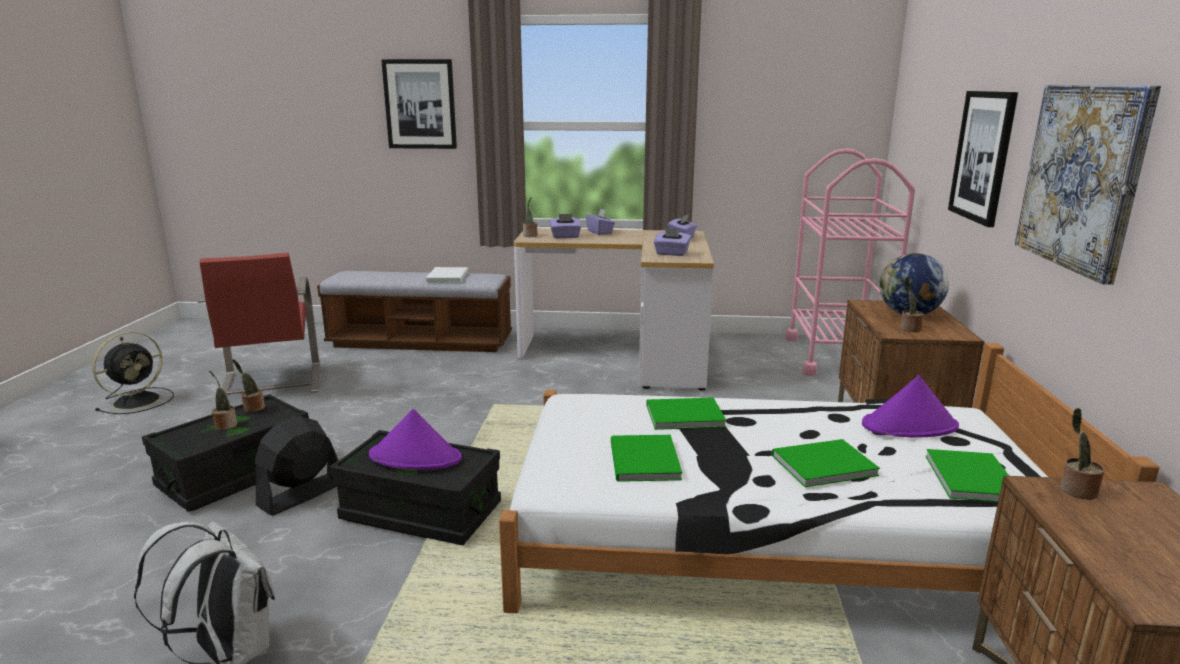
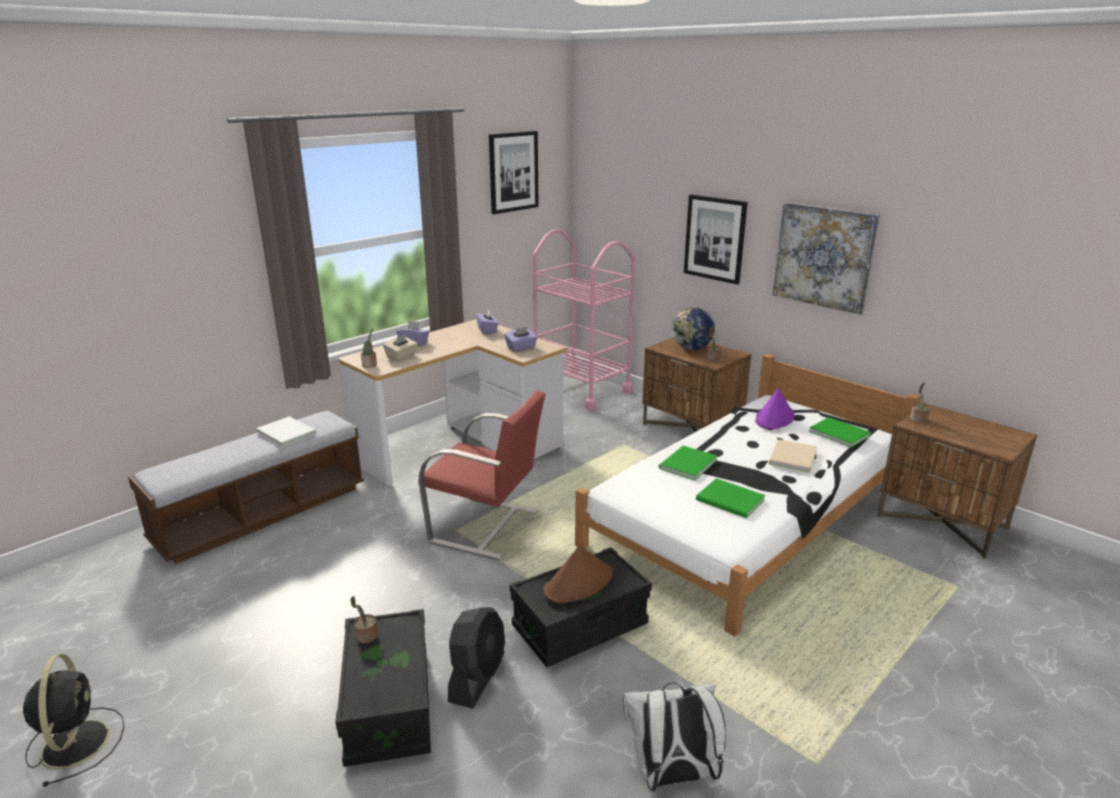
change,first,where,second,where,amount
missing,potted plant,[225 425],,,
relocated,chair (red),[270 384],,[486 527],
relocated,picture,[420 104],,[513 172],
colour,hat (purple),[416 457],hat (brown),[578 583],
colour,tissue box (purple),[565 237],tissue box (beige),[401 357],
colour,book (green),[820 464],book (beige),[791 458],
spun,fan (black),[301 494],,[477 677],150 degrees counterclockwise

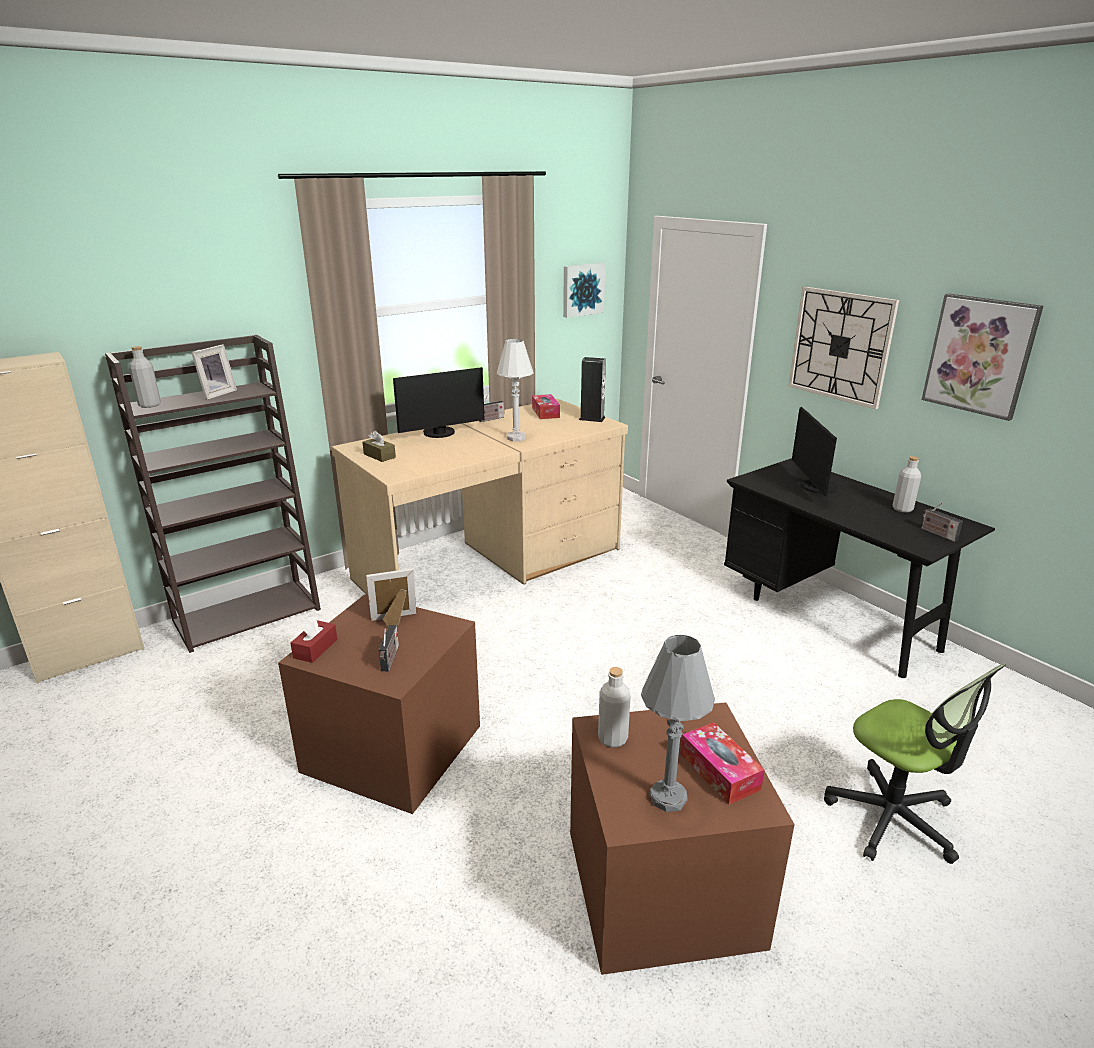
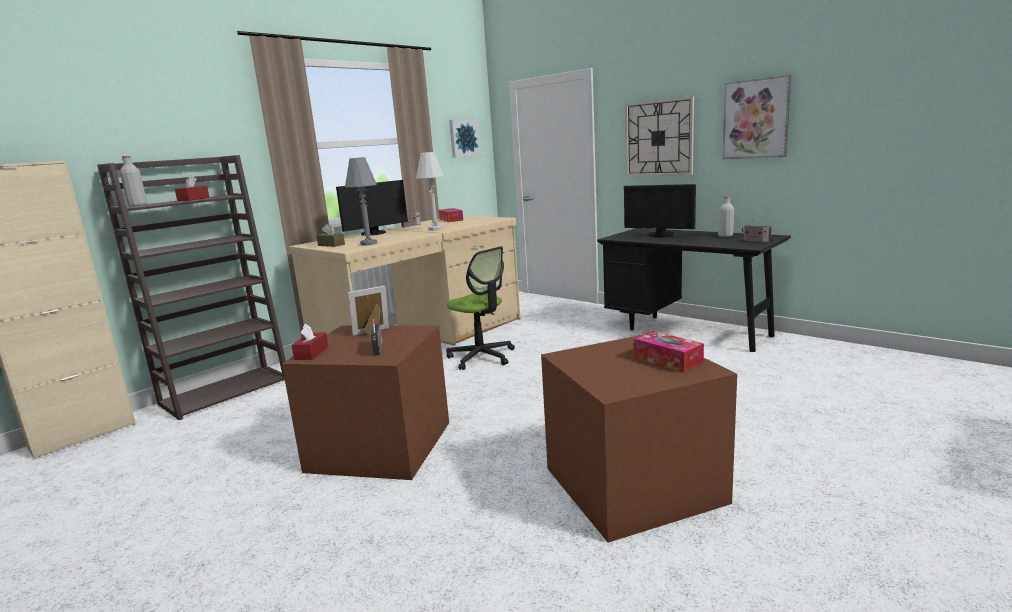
change,first,where,second,where,amount
missing,speaker,[592 418],,,
missing,bottle (grey),[612 739],,,
relocated,table lamp (grey),[668 797],,[368 244],
relocated,office chair,[892 818],,[481 357],
exchanged,picture frame,[216 394],tissue box (red),[193 199],
spun,monitor,[814 487],,[660 235],45 degrees counterclockwise

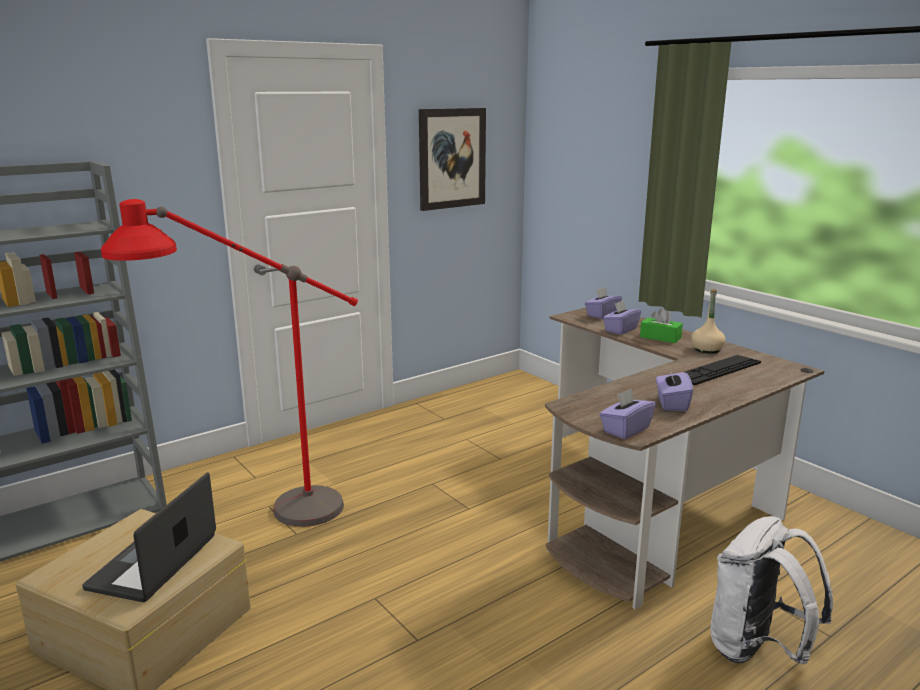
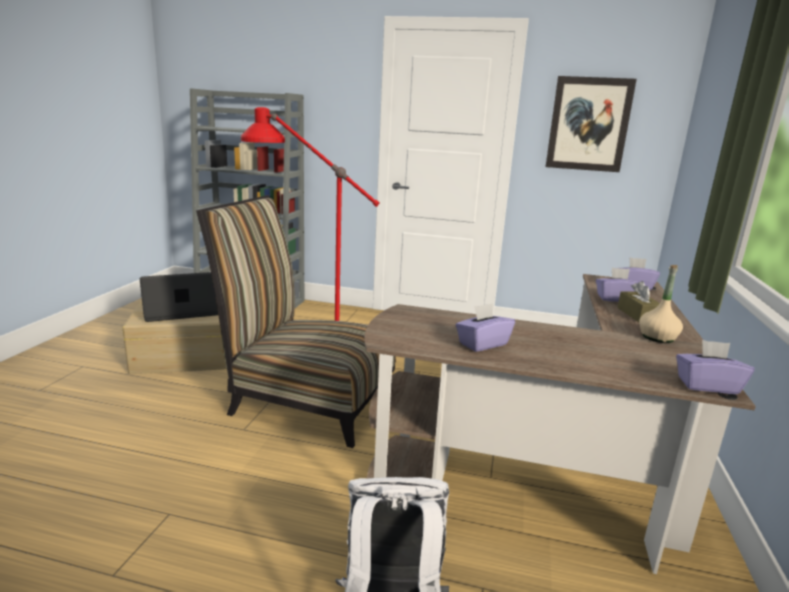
change,first,where,second,where,amount
missing,keyboard,[717 369],,,
appeared,,,chair,[305 399],
relocated,tissue box (purple),[625 429],,[707 385],
colour,tissue box (green),[660 337],tissue box (brown),[637 315],

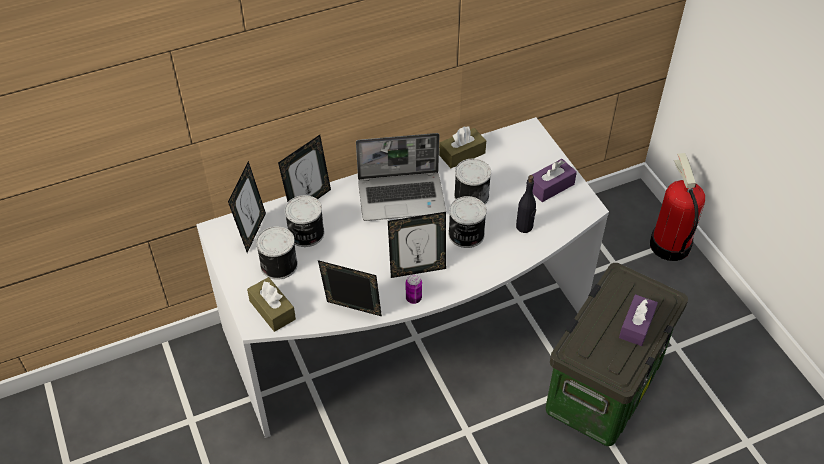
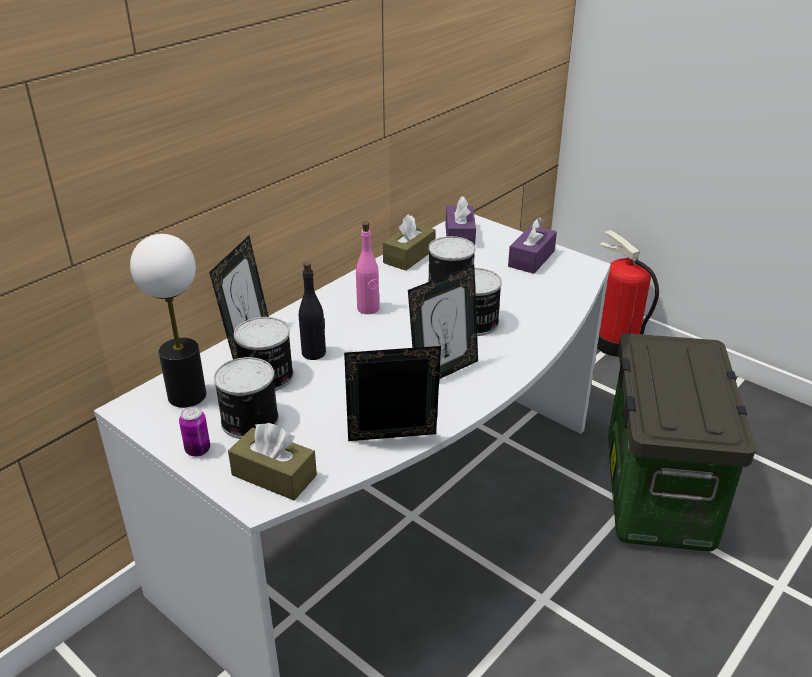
change,first,where,second,where,amount
relocated,can,[413 298],,[198 450],
relocated,bottle (black),[524 227],,[314 353],
relocated,tissue box (purple),[636 325],,[459 236],
exchanged,picture frame,[252 232],table lamp,[186 395],
exchanged,laptop,[402 196],bottle (pink),[368 309],

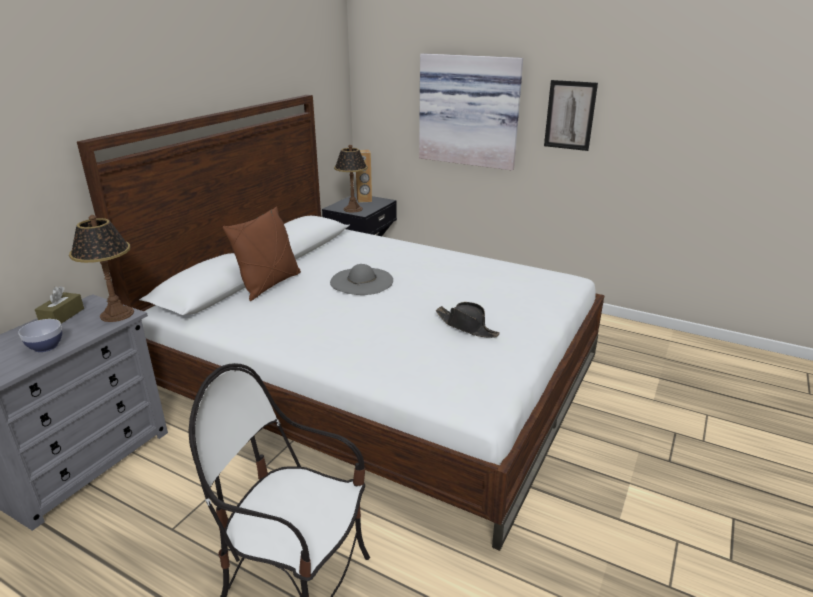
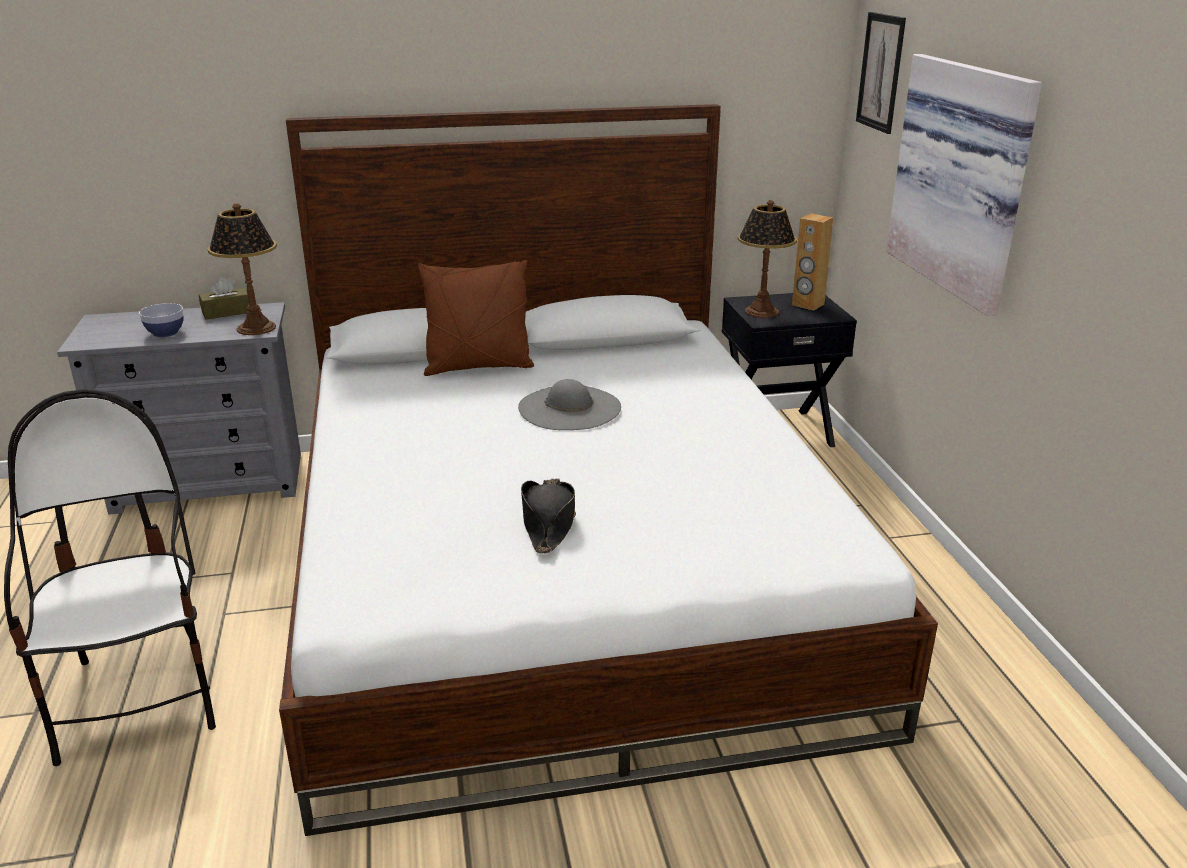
change,first,where,second,where,amount
relocated,picture,[570 115],,[880 72],

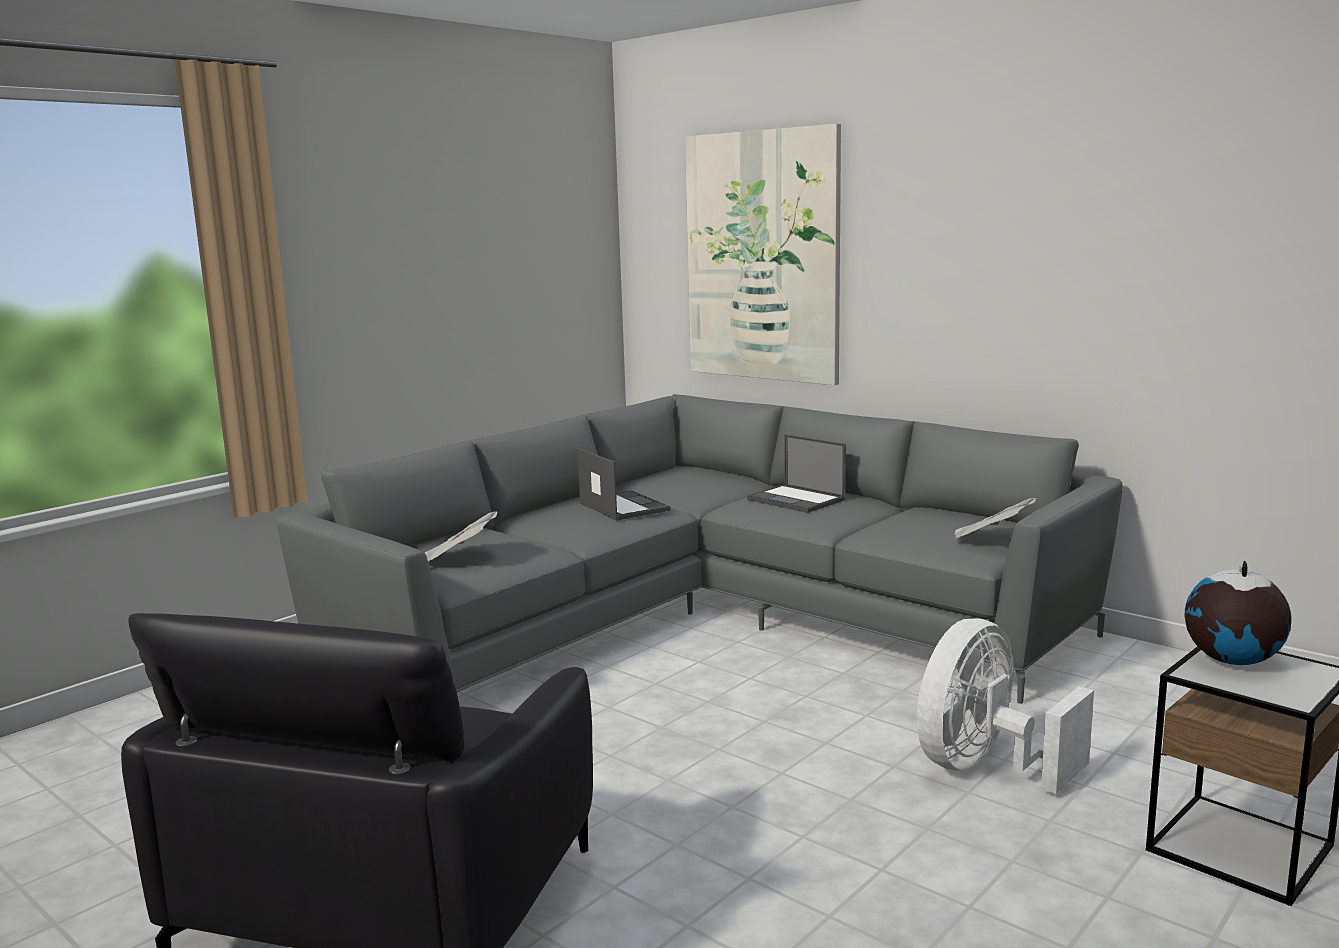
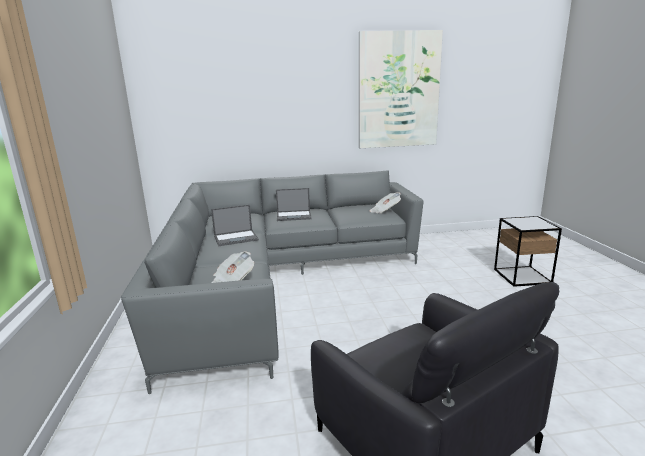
change,first,where,second,where,amount
missing,fan (white),[985 767],,,
missing,globe,[1231 661],,,
relocated,picture,[762 257],,[399 90],
spun,laptop,[623 506],,[236 238],150 degrees clockwise

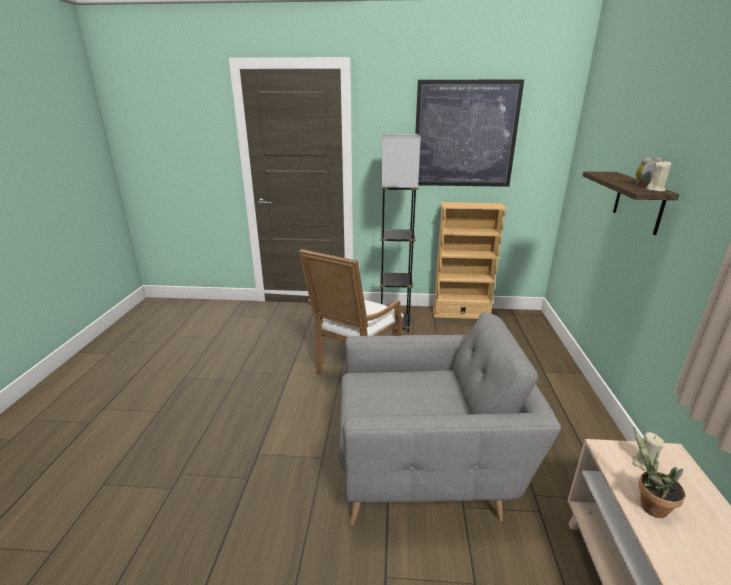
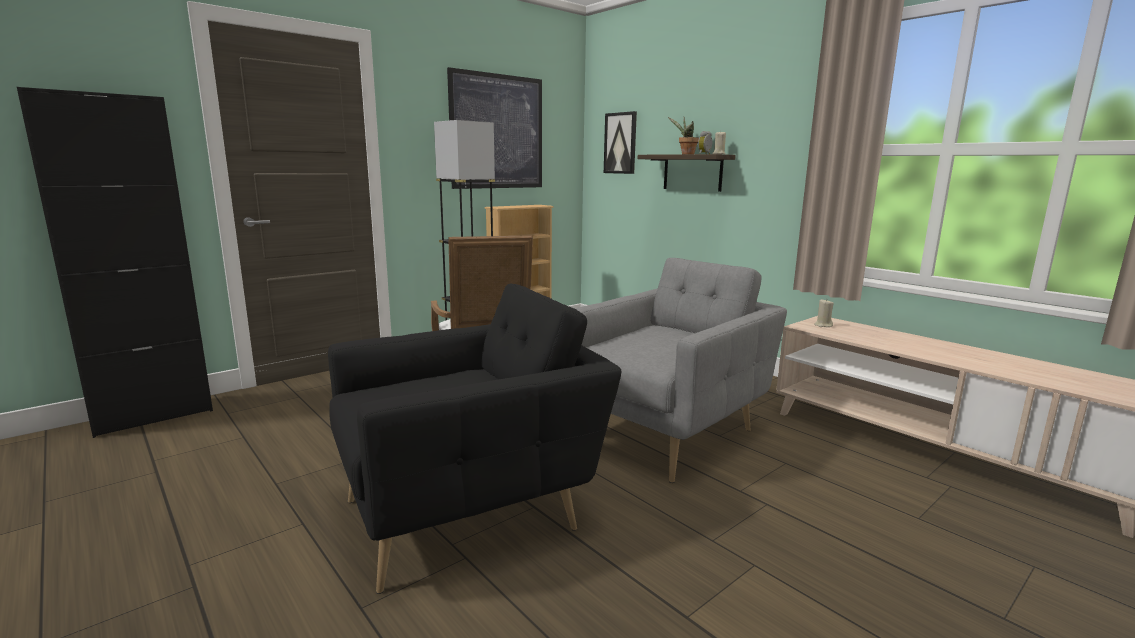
change,first,where,second,where,amount
appeared,,,cabinet (black),[153 416],
appeared,,,armchair (black),[470 512],
appeared,,,picture,[620 143],
relocated,potted plant,[649 505],,[685 154],

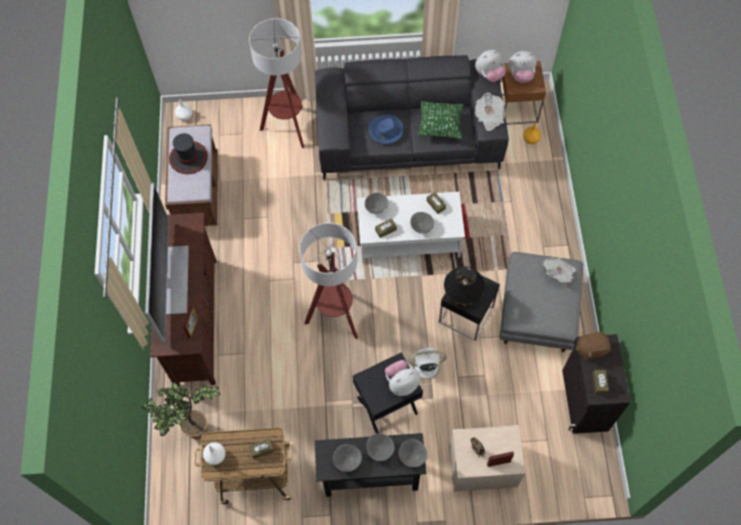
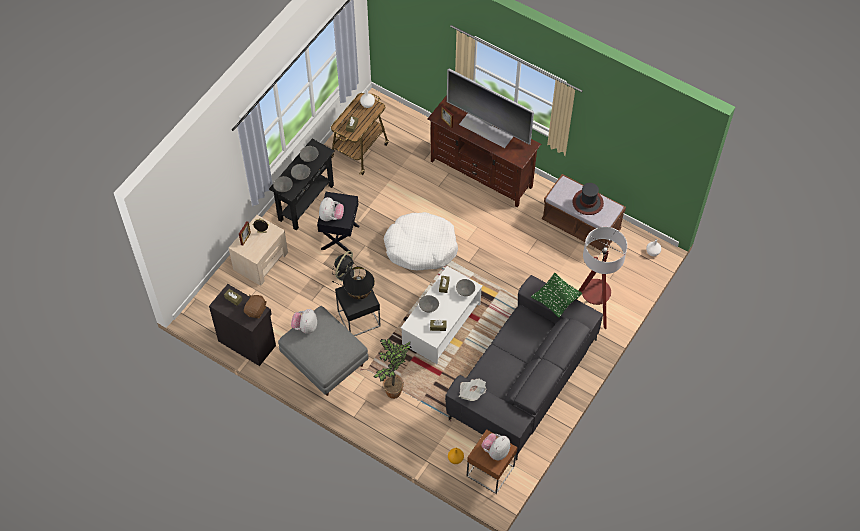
change,first,where,second,where,amount
missing,hat (blue),[385 131],,,
missing,newspaper,[559 273],,,
relocated,potted plant,[195 431],,[393 389],
relocated,pillow (green),[440 126],,[555 300],
relocated,plush toy,[489 75],,[305 327],
exchanged,floor lamp,[335 317],dog bed (white),[421 247],
colour,fan (white),[425 367],fan (black),[345 272],

